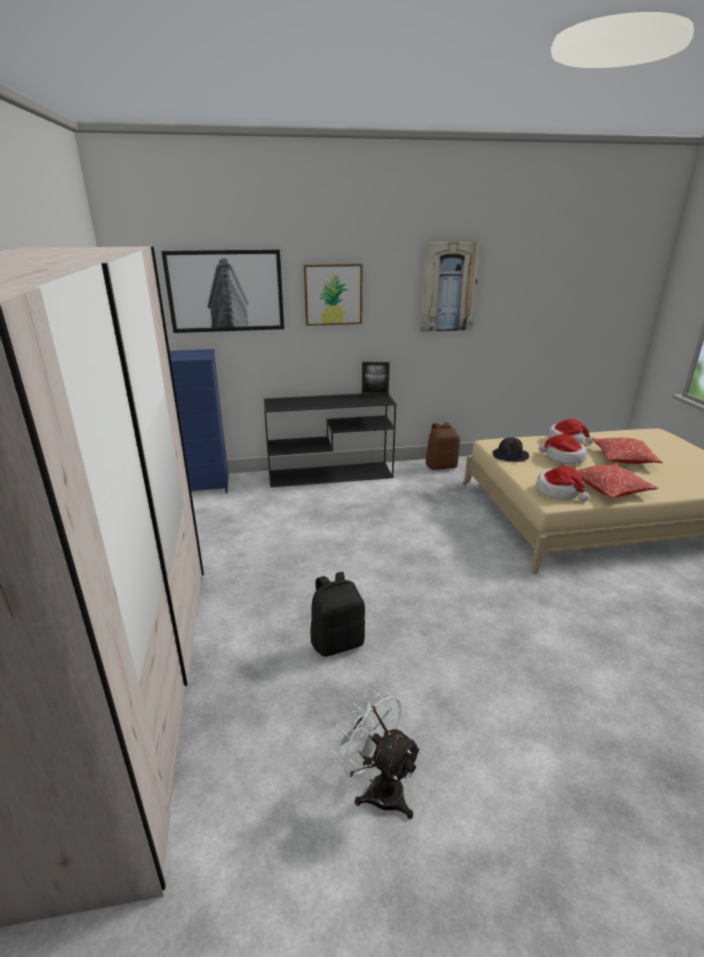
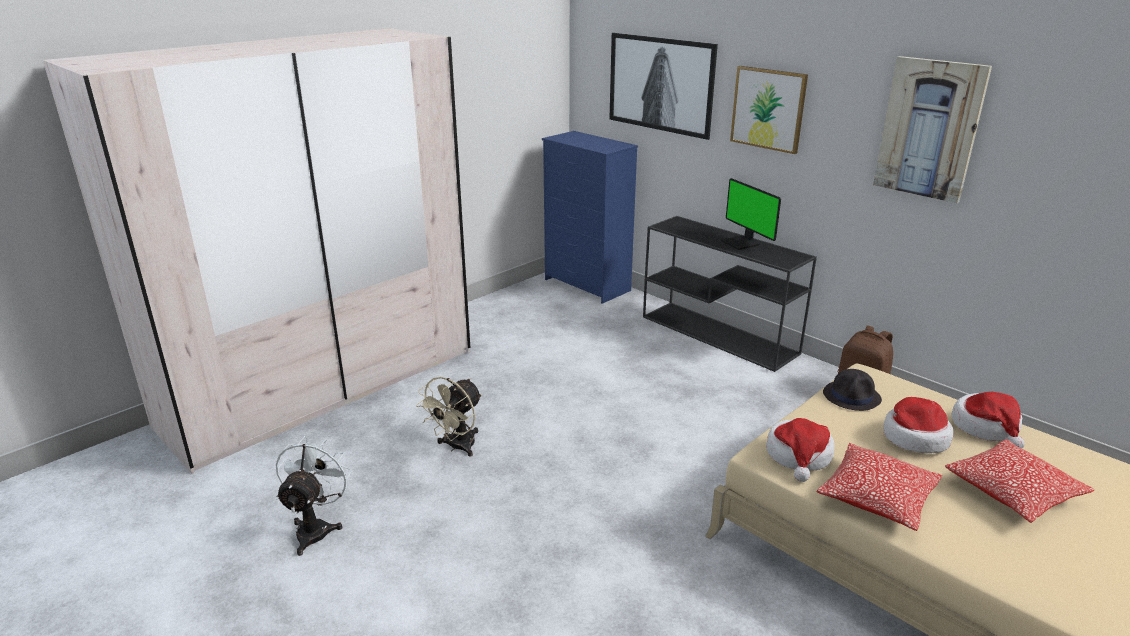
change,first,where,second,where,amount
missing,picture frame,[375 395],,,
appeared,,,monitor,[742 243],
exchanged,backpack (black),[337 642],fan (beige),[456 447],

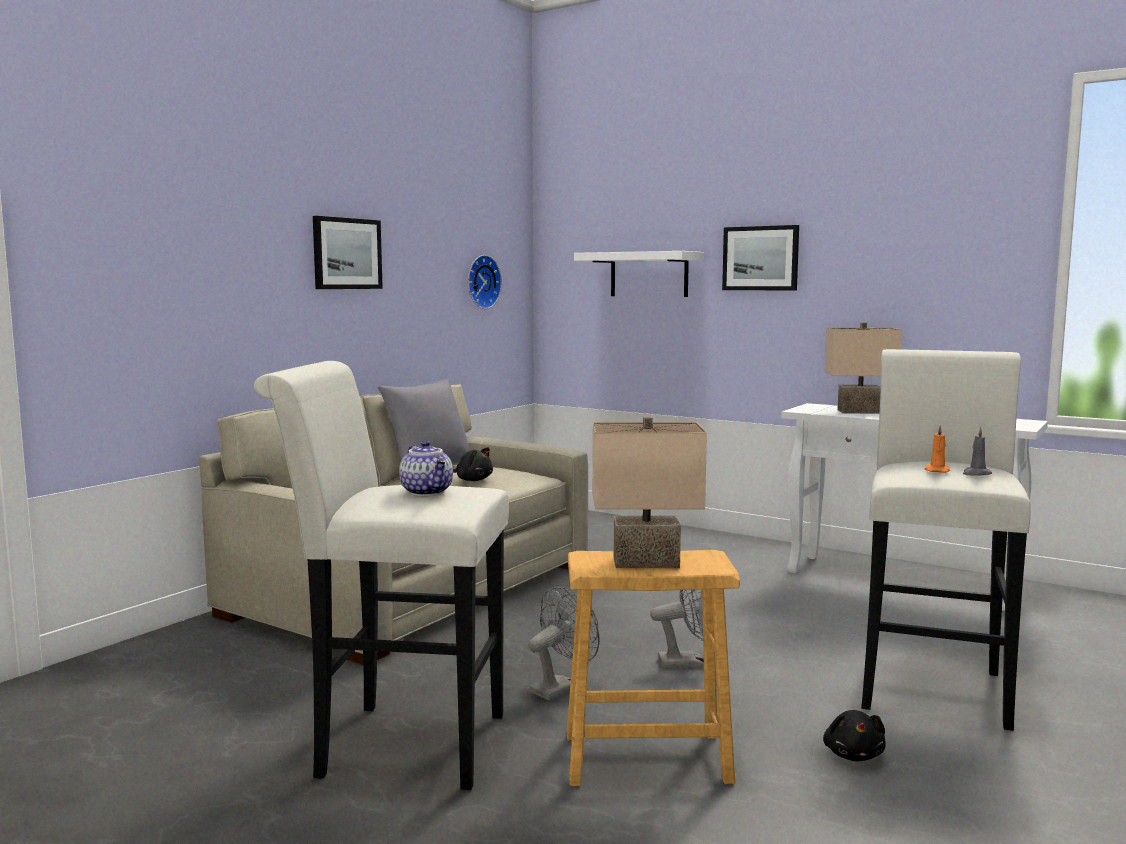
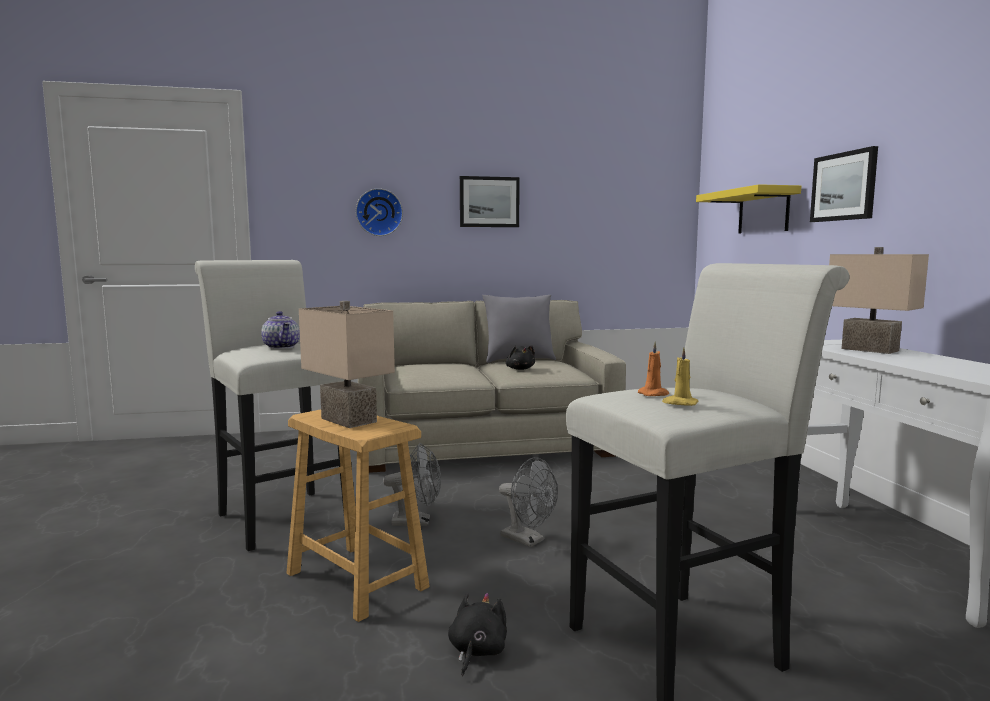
change,first,where,second,where,amount
relocated,wall clock,[481 282],,[379 212],
colour,shelf (white),[649 274],shelf (yellow),[763 211],
colour,candle (grey),[976 474],candle (yellow),[679 403],
spun,teapot,[428 492],,[282 347],45 degrees counterclockwise
spun,plush toy (black),[853 754],,[476 652],150 degrees clockwise

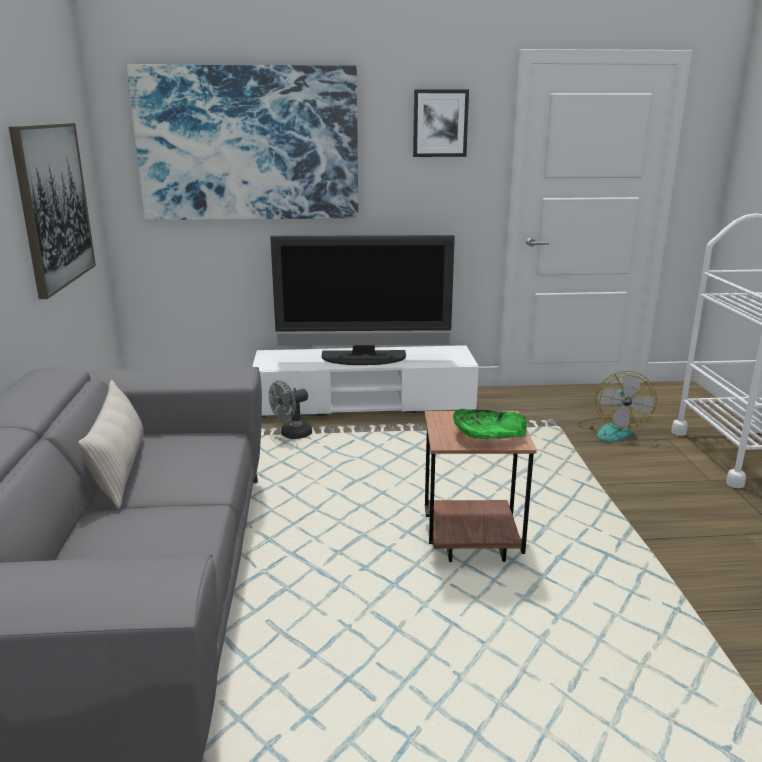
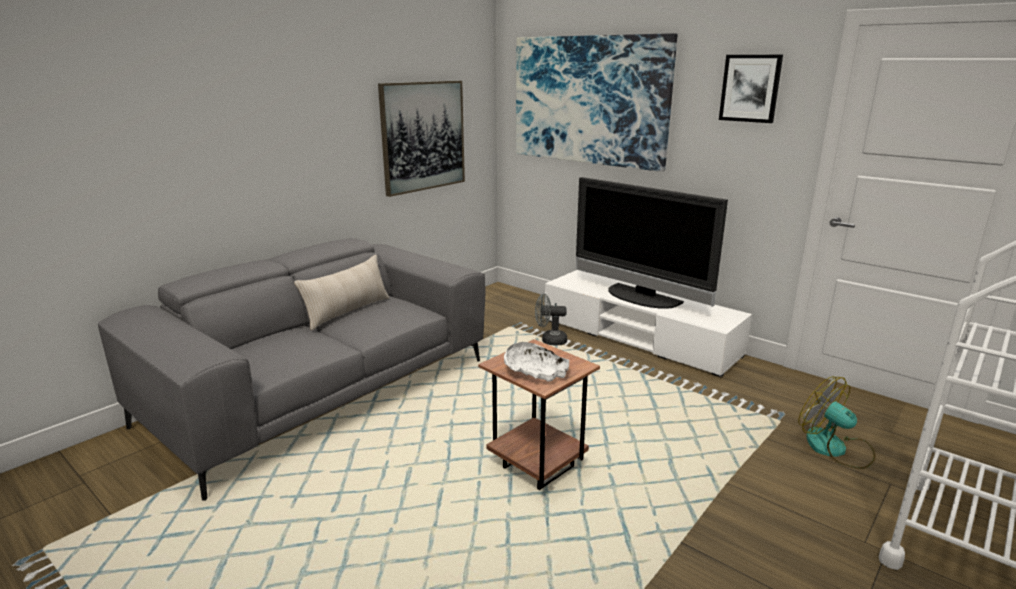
change,first,where,second,where,amount
colour,bowl (green),[488 435],bowl (white),[535 372],
spun,fan,[612 430],,[835 449],90 degrees clockwise

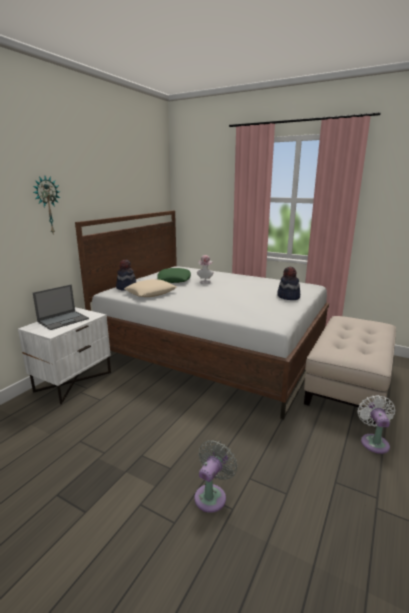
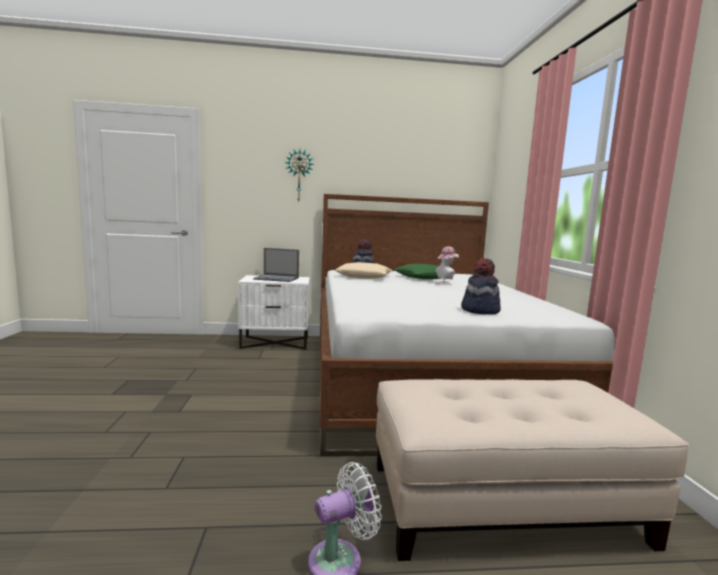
change,first,where,second,where,amount
missing,fan (grey),[212 495],,,

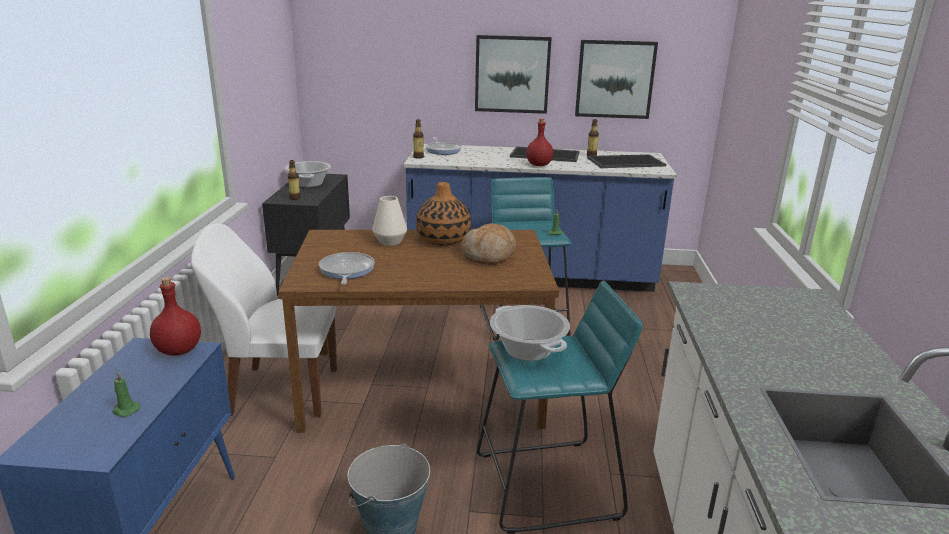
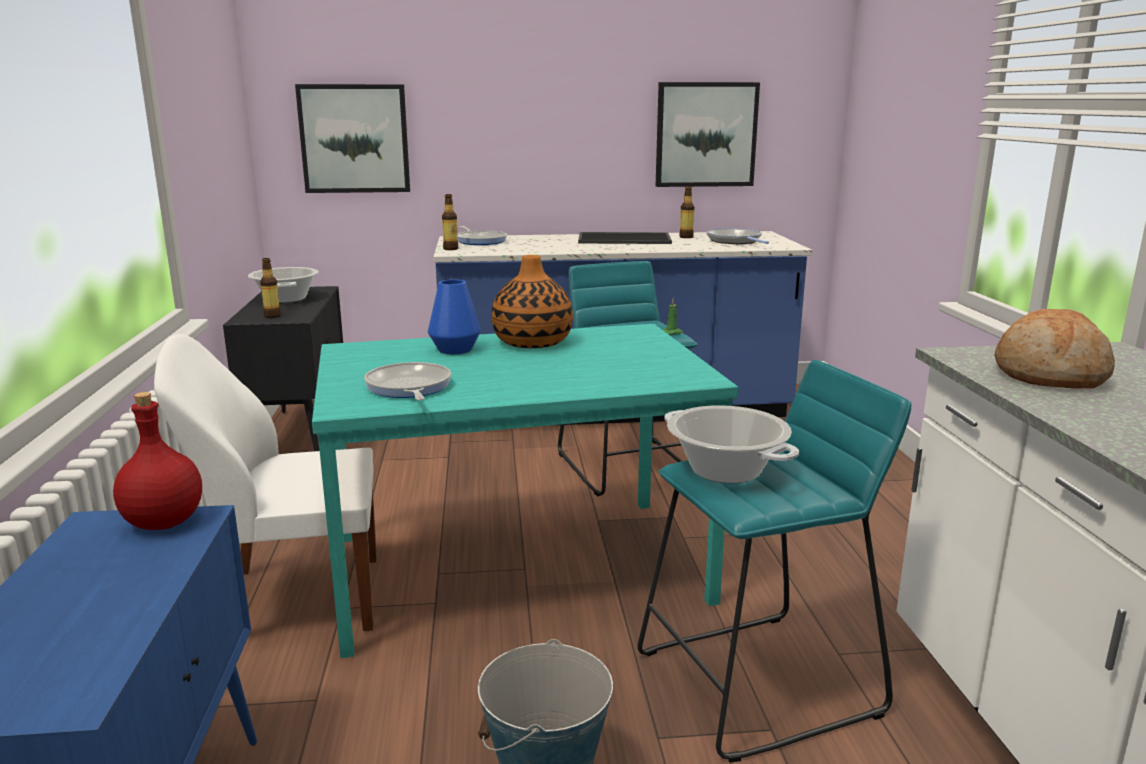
change,first,where,second,where,amount
missing,candle (green),[125 410],,,
missing,bottle (red),[539 165],,,
relocated,bread,[489 256],,[1049 374],
relocated,picture,[512 74],,[354 139],
exchanged,tray,[625 162],frying pan,[736 241],
colour,dining table (brown),[422 387],dining table (turquoise),[516 570],
colour,vase (white),[390 241],vase (blue),[454 349],

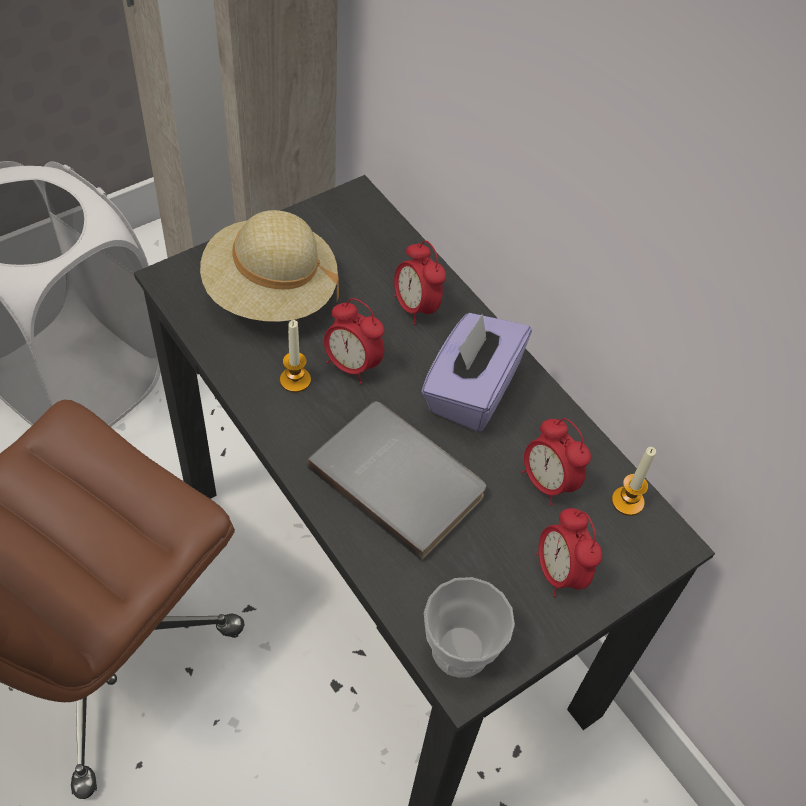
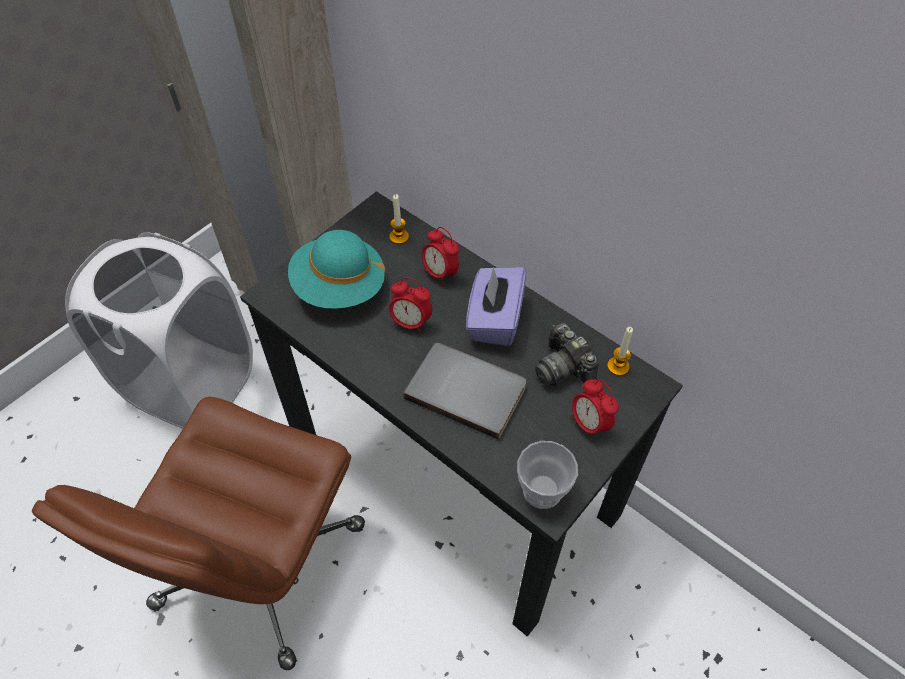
change,first,where,second,where,amount
relocated,candle,[295 380],,[399 237],
exchanged,alarm clock,[547 482],photo camera,[563 367],
colour,hat (beige),[270 292],hat (turquoise),[339 287],

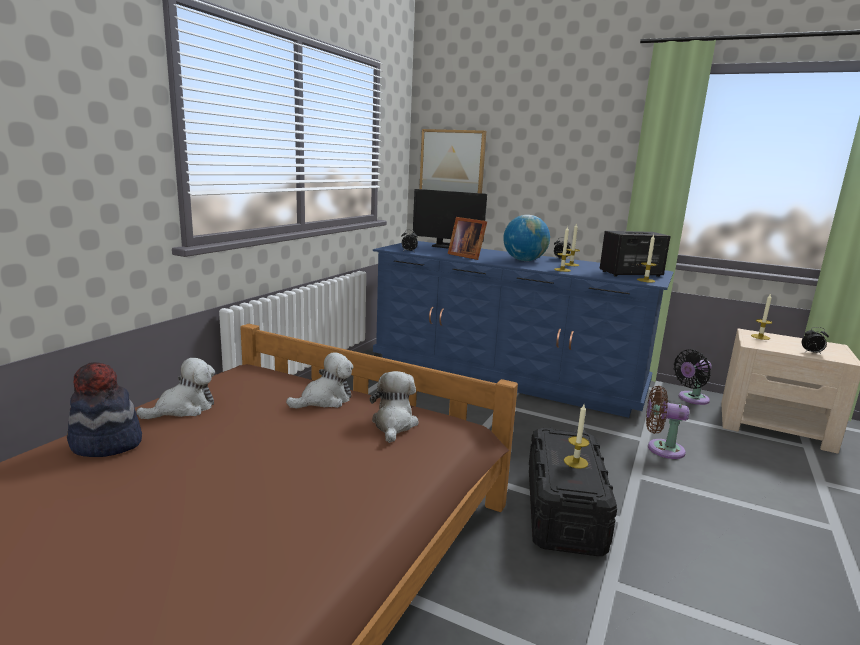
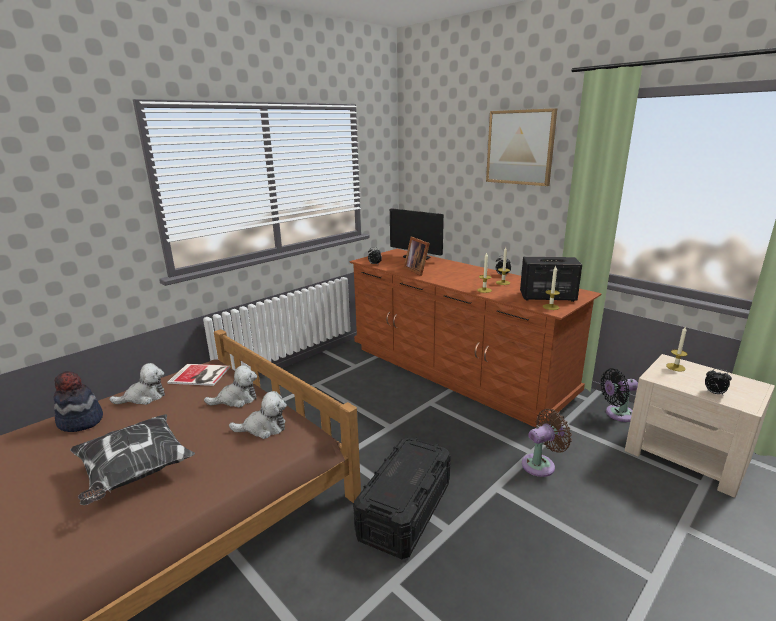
change,first,where,second,where,amount
missing,globe,[524 260],,,
missing,candle,[575 462],,,
appeared,,,pillow,[135 473],
appeared,,,book,[200 375],
relocated,picture,[452 165],,[520 147],
colour,dresser (blue),[506 374],dresser (brown),[455 370],
spun,plush toy,[394 424],,[263 428],60 degrees clockwise
spun,fan (brown),[661 449],,[541 464],120 degrees clockwise

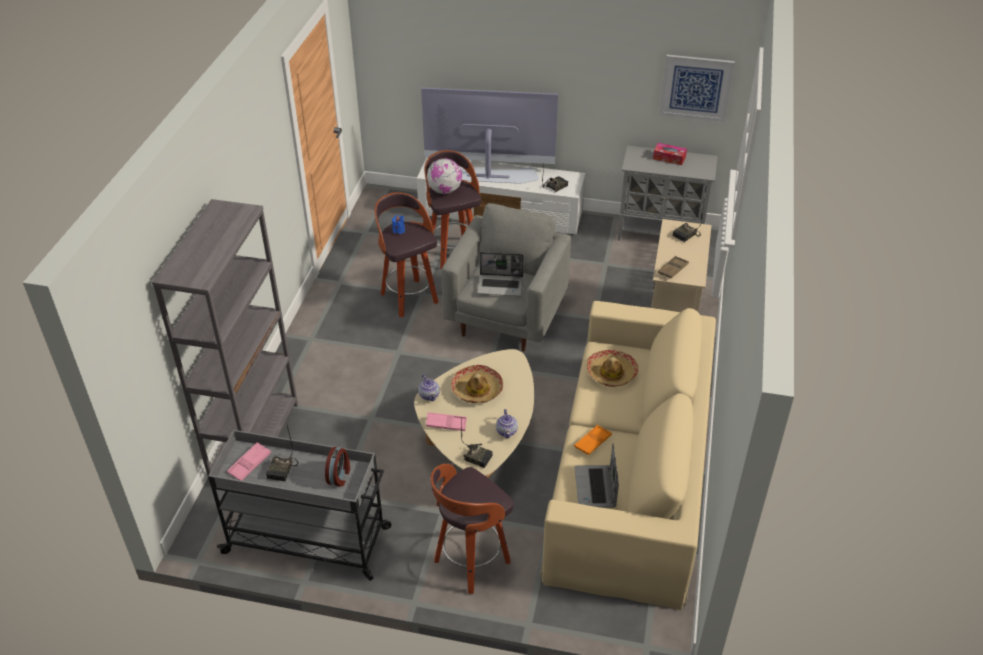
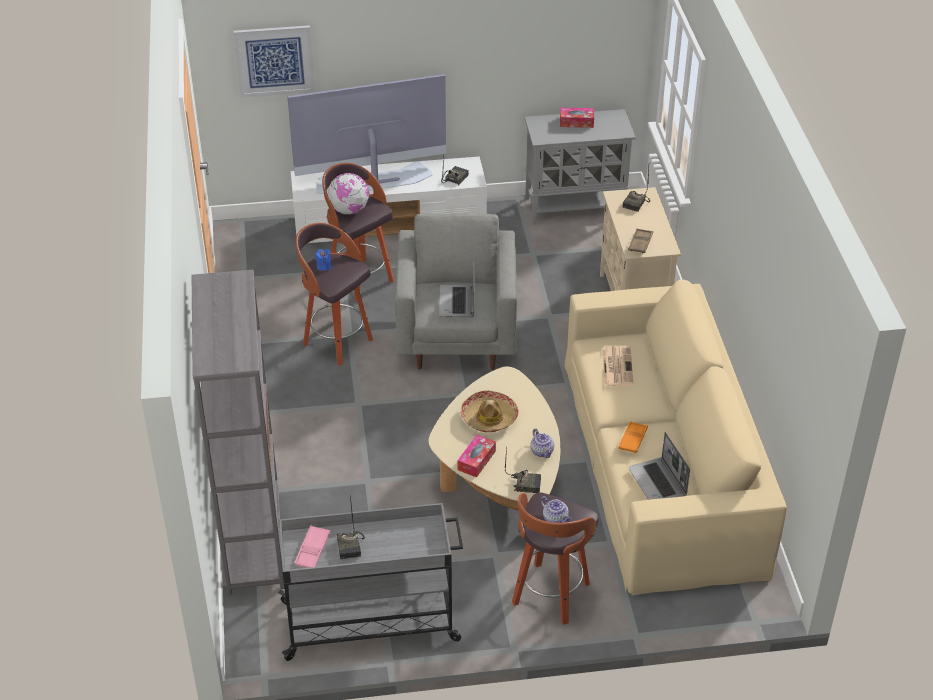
change,first,where,second,where,amount
missing,alarm clock,[339 476],,,
relocated,teapot,[429 395],,[556 519],
relocated,picture,[696 88],,[274 61],
exchanged,tray (pink),[446 424],tissue box,[476 460],
exchanged,hat,[611 373],newspaper,[617 366],
spun,laptop,[501 286],,[457 302],105 degrees clockwise

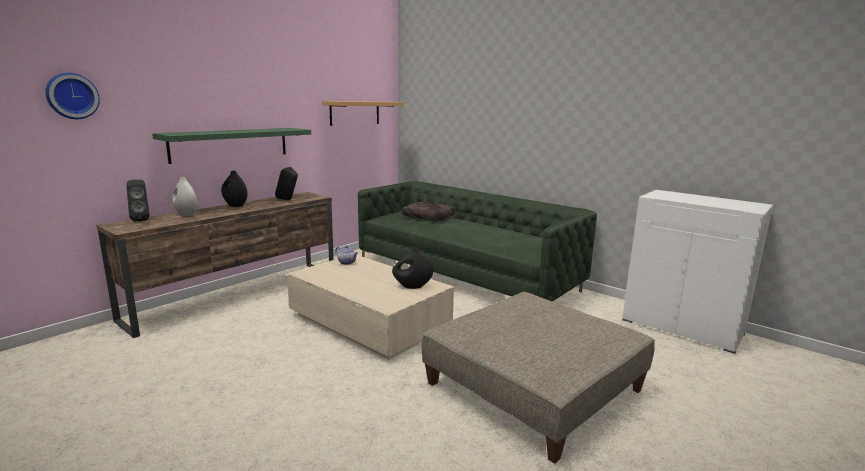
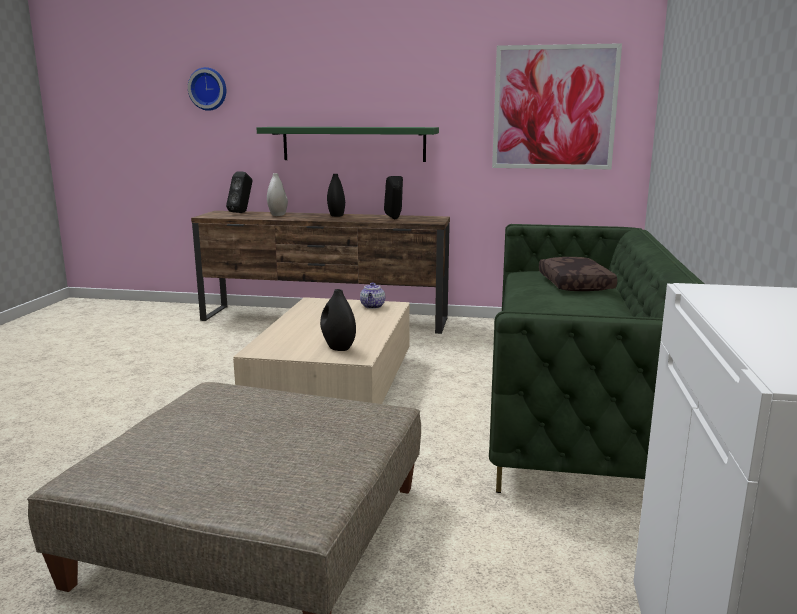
change,first,where,second,where,amount
exchanged,shelf,[355 113],picture,[554 108],

